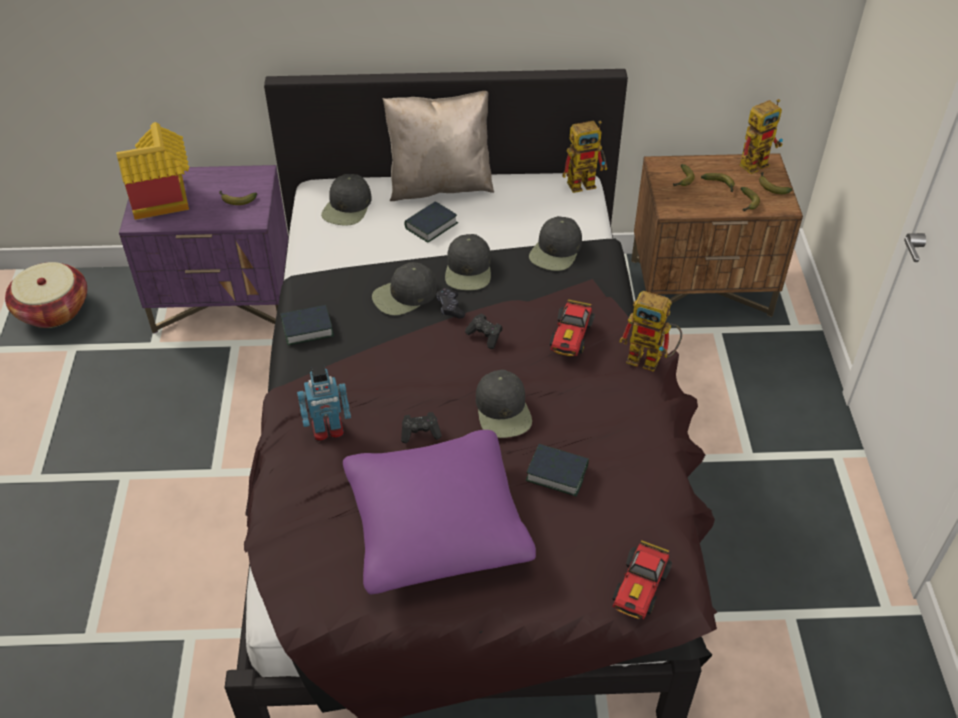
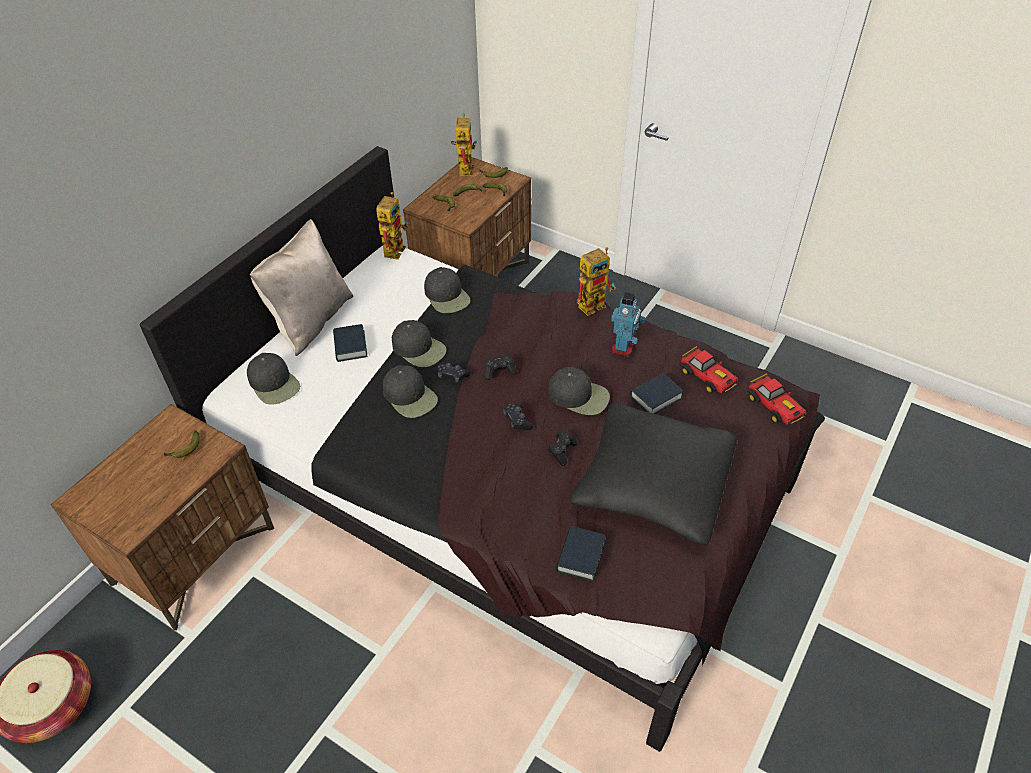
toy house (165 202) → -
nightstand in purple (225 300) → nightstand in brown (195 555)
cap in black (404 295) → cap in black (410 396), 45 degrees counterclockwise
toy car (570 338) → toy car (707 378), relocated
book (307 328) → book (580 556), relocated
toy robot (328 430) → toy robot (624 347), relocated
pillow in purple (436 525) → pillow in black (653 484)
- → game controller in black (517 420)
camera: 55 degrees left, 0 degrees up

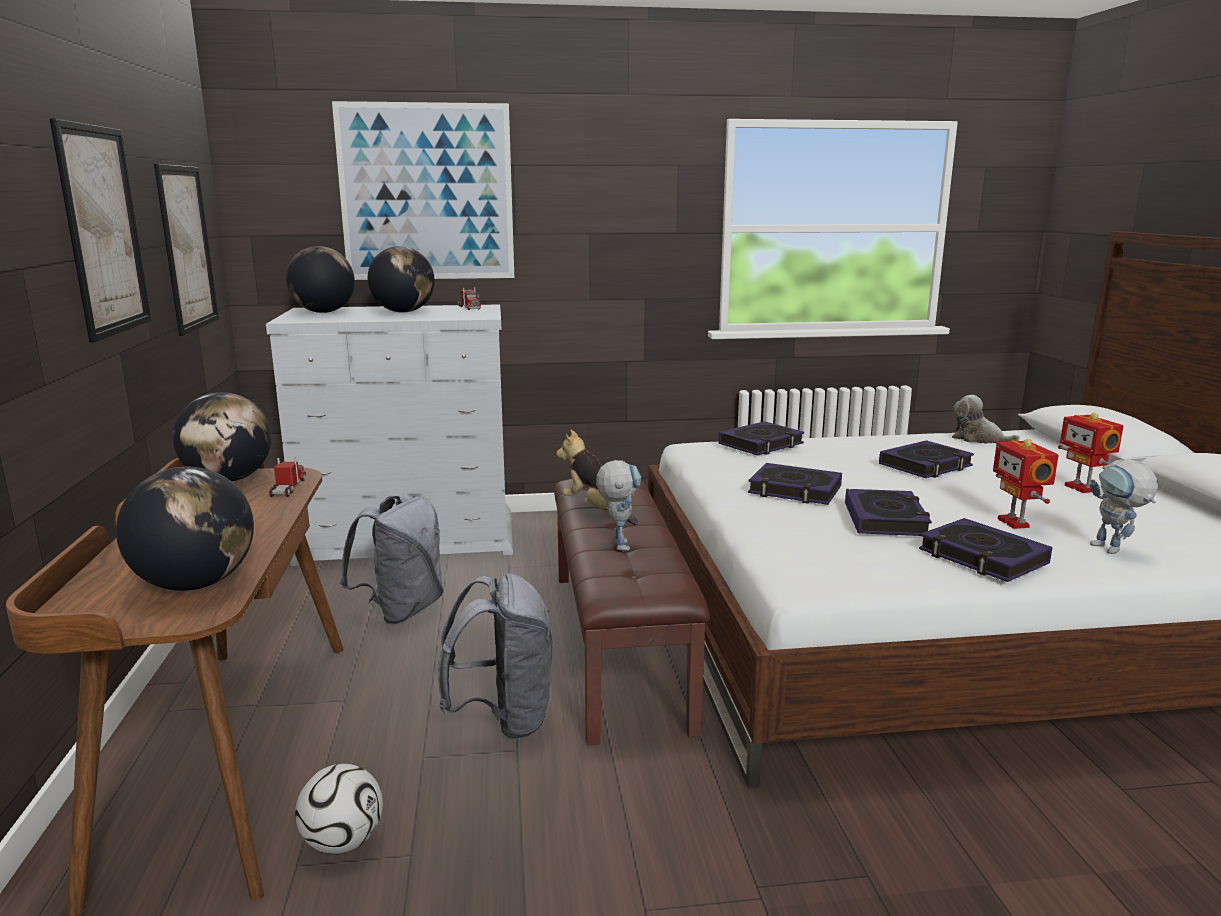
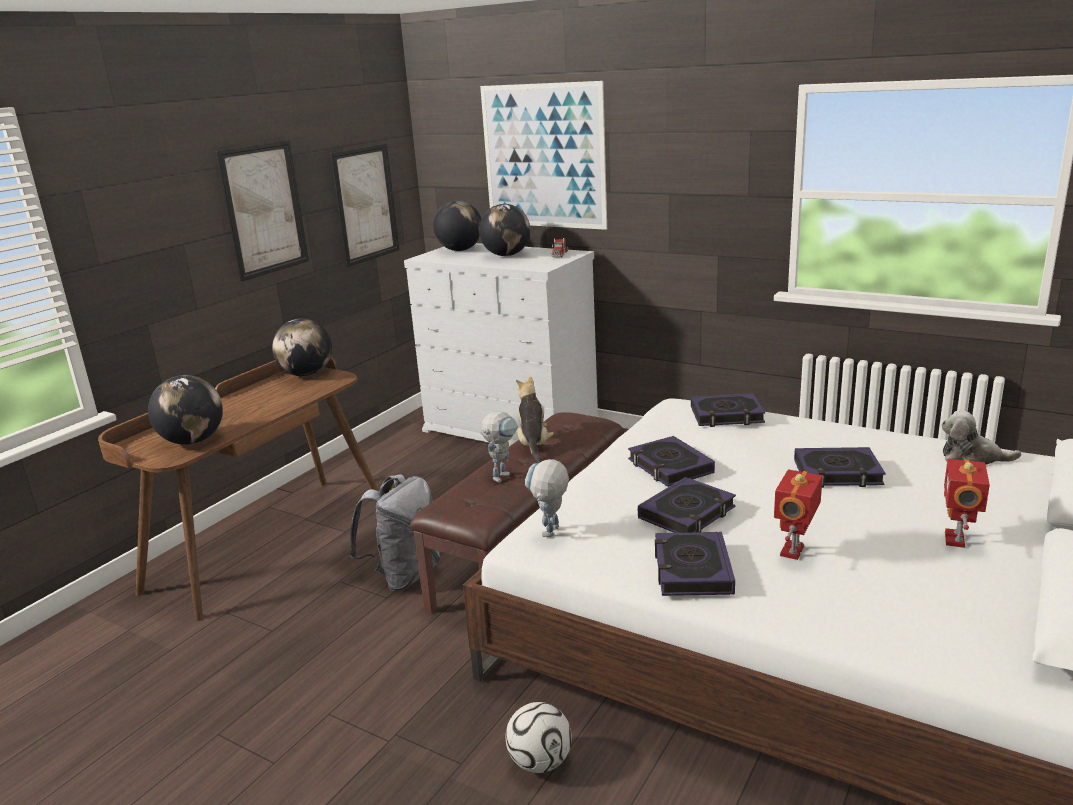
plush toy (978 439) → plush toy (972 457), 60 degrees counterclockwise
toy truck (288 488) → -
toy robot (1113 551) → toy robot (550 535), relocated
backpack in grey (402 610) → -
football (343 841) → football (540 761), relocated
camera: 40 degrees right, 5 degrees up

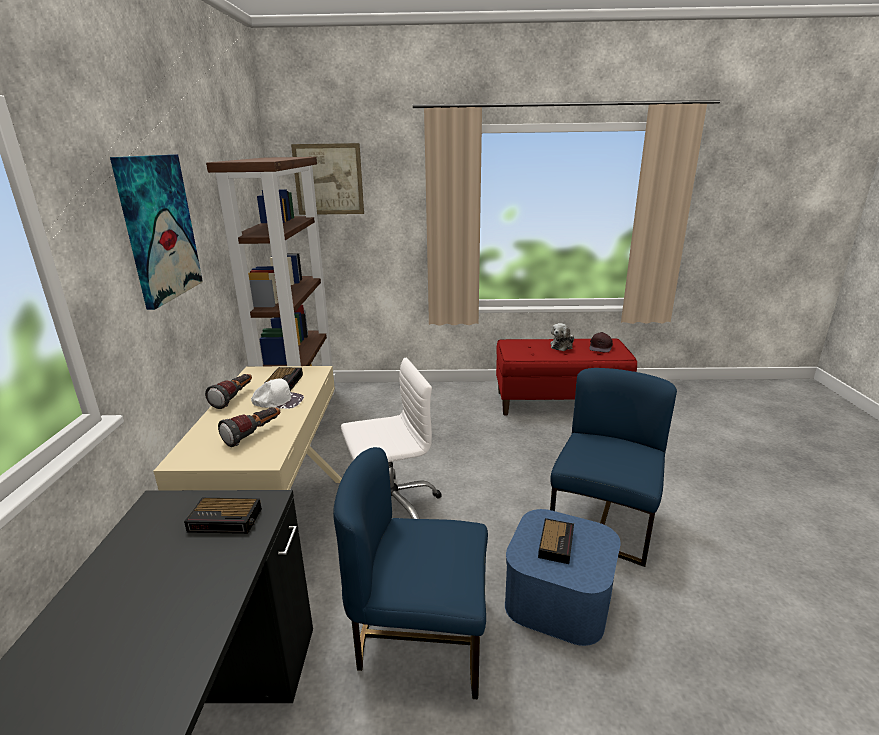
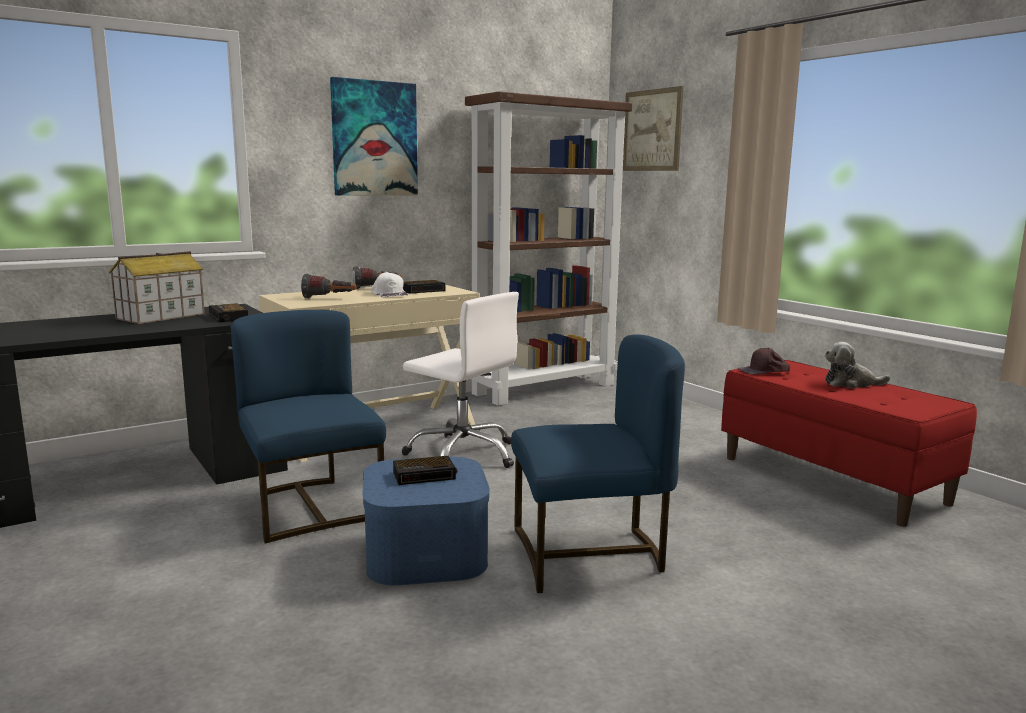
cap in brown (601 347) → cap in brown (764 371), relocated
- → toy house (160 316)
camera: 55 degrees right, 10 degrees down

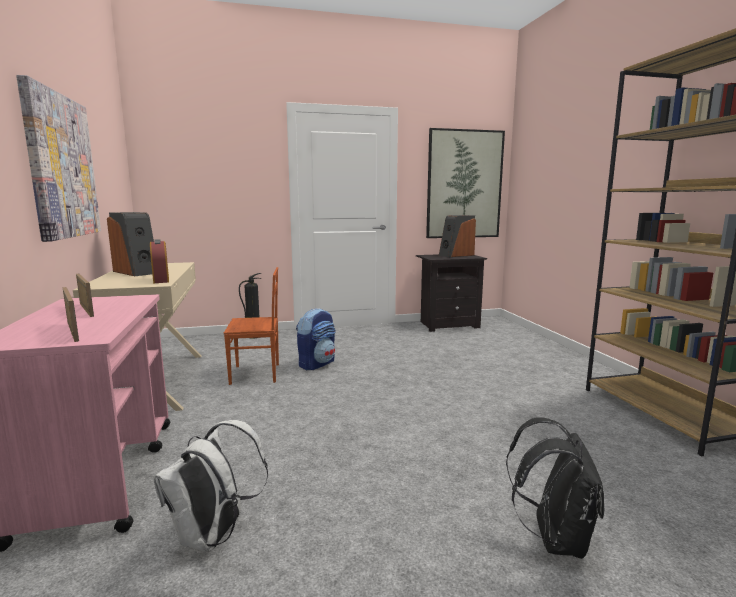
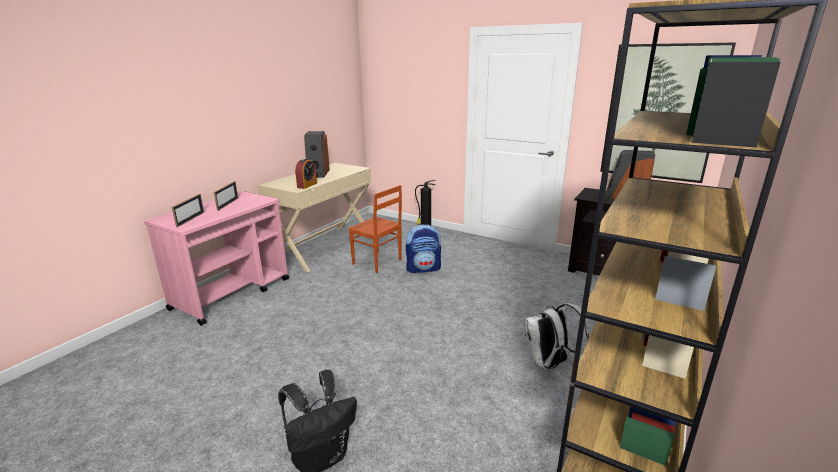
picture (61 166) → -
backpack in white (214 536) → backpack in white (549 363), relocated
camera: 45 degrees right, 10 degrees up

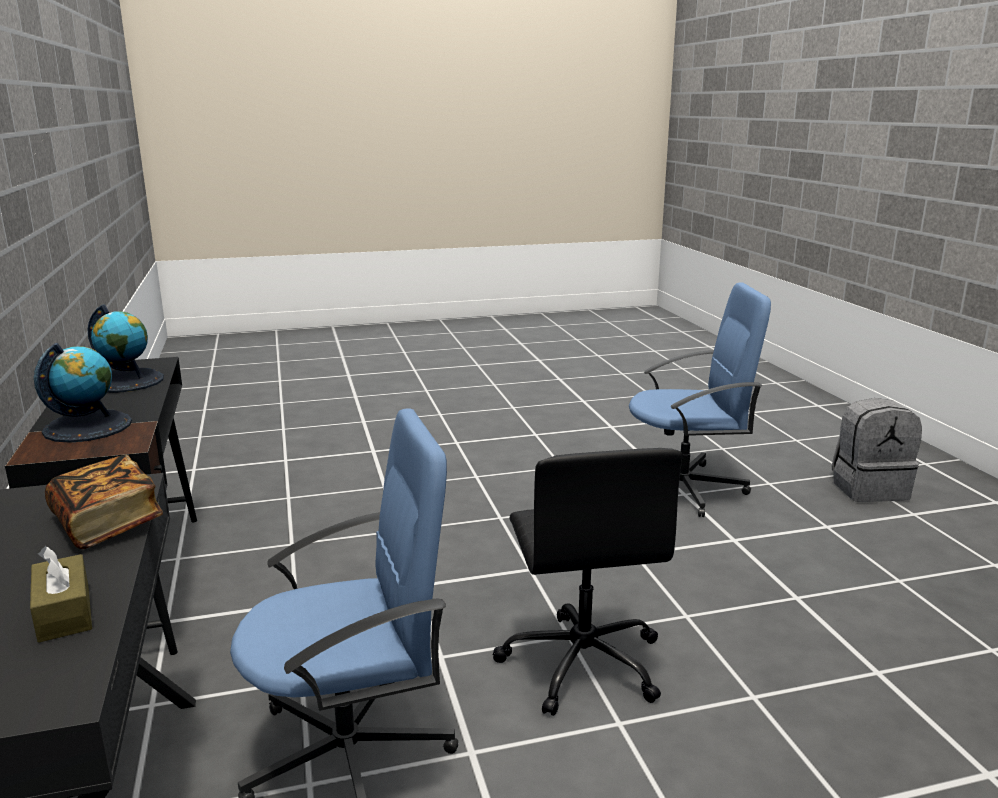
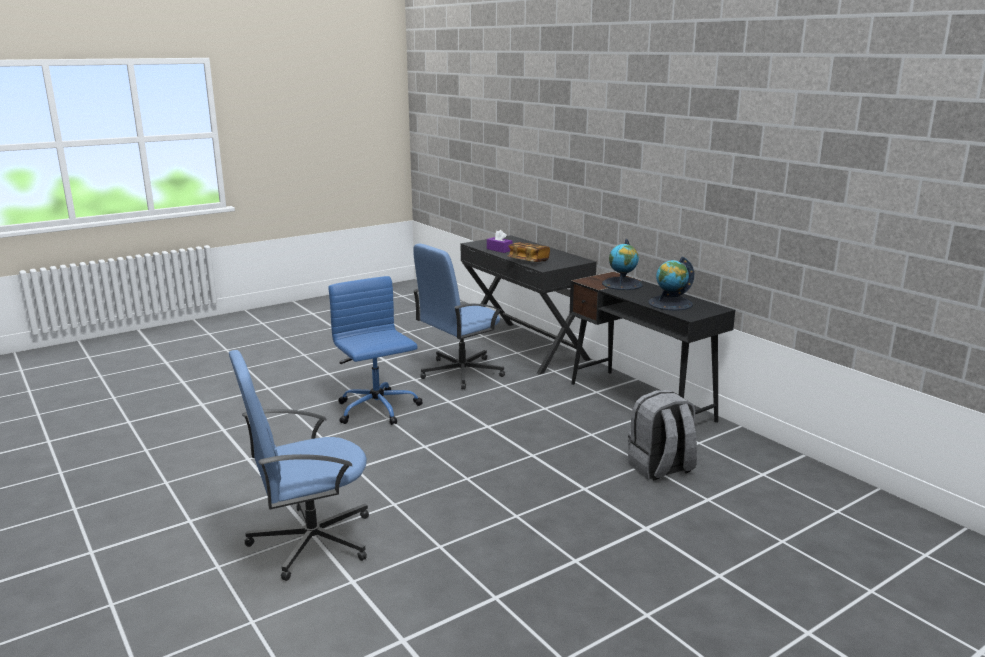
backpack in grey (869 489) → backpack in grey (660 468), relocated
office chair in black (582 662) → office chair in blue (377 410)
tissue box in brown (64 613) → tissue box in purple (499 249)
camera: 160 degrees right, 0 degrees up

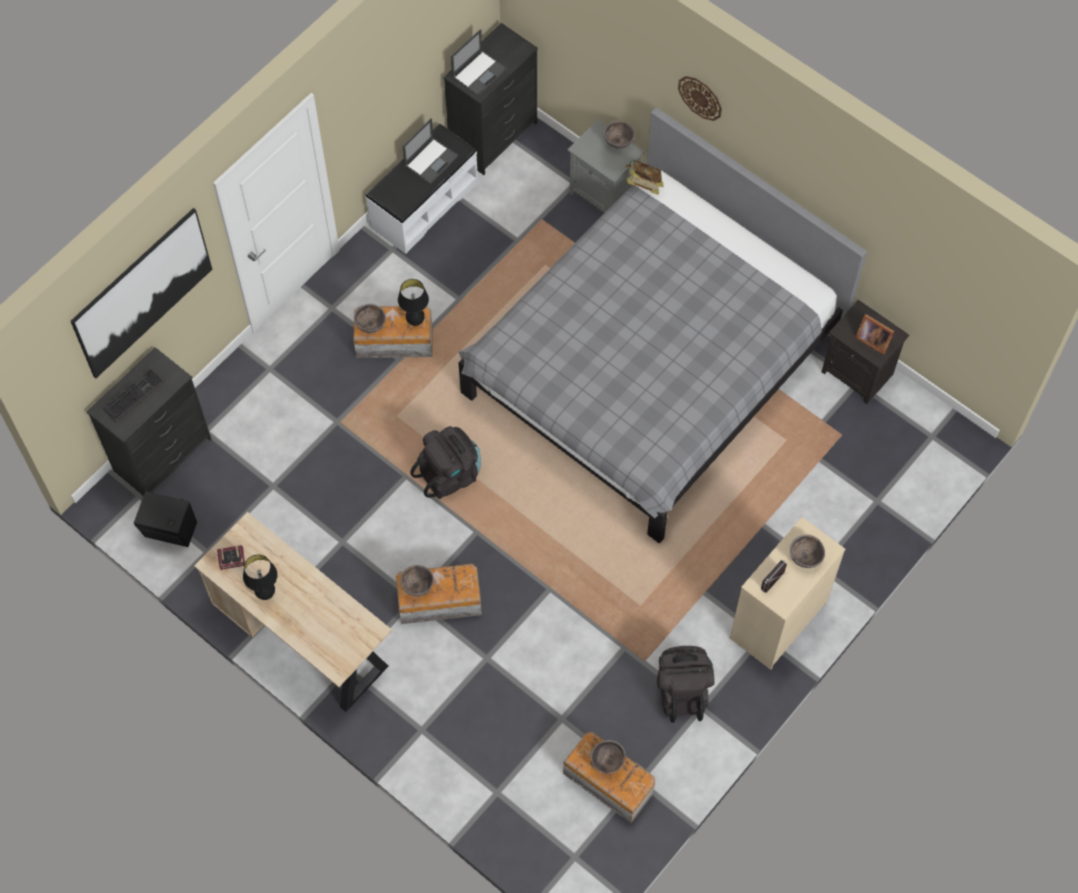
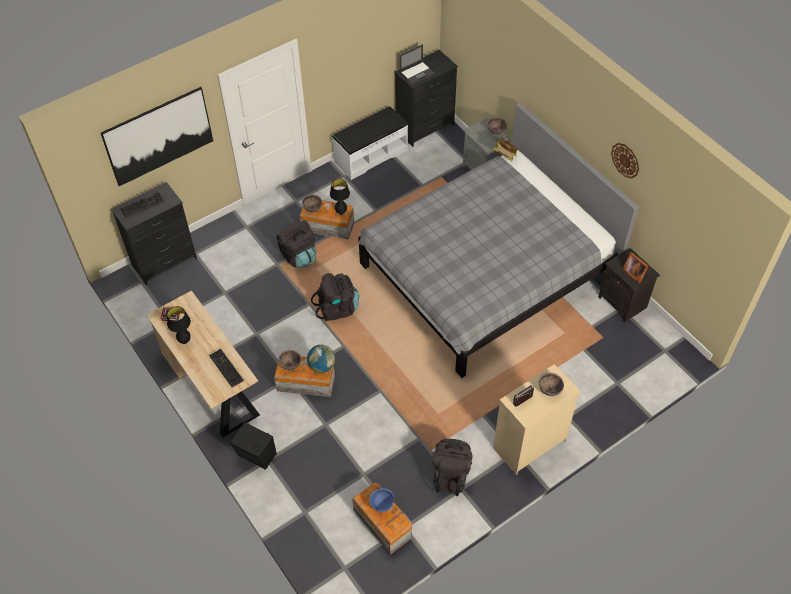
wall clock (700 97) → wall clock (625 160), relocated
laptop (431 160) → -
speaker in black (171 532) → speaker in black (256 456), relocated
bowl in brown (607 762) → bowl in blue (382 505)
- → backpack in black (298 256)
- → globe (322 366)
- → keyboard (225 368)
camera: 15 degrees right, 10 degrees down

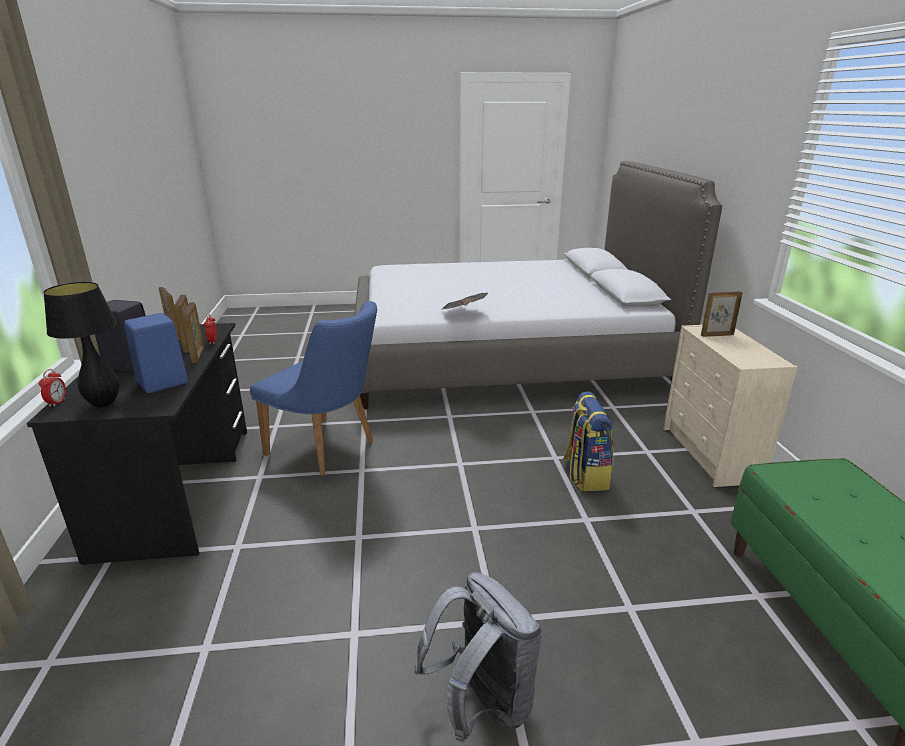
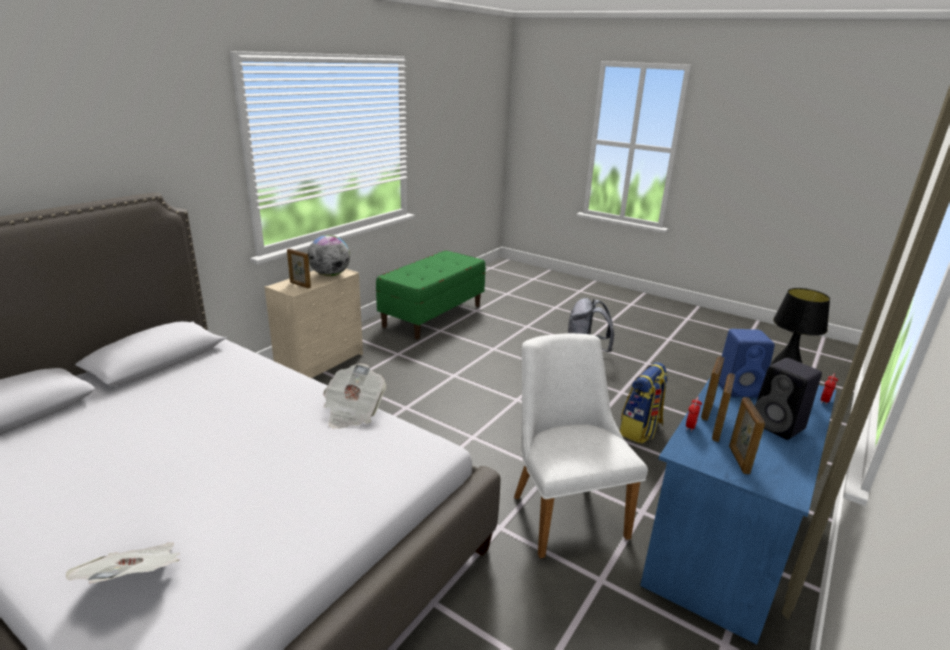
chair in blue (328 449) → chair in white (563 508)
desk in black (178 488) → desk in blue (724 539)
backpack (585 475) → backpack (640 430), relocated
- → globe (330 275)
- → newspaper (136 580)
camera: 140 degrees left, 0 degrees up

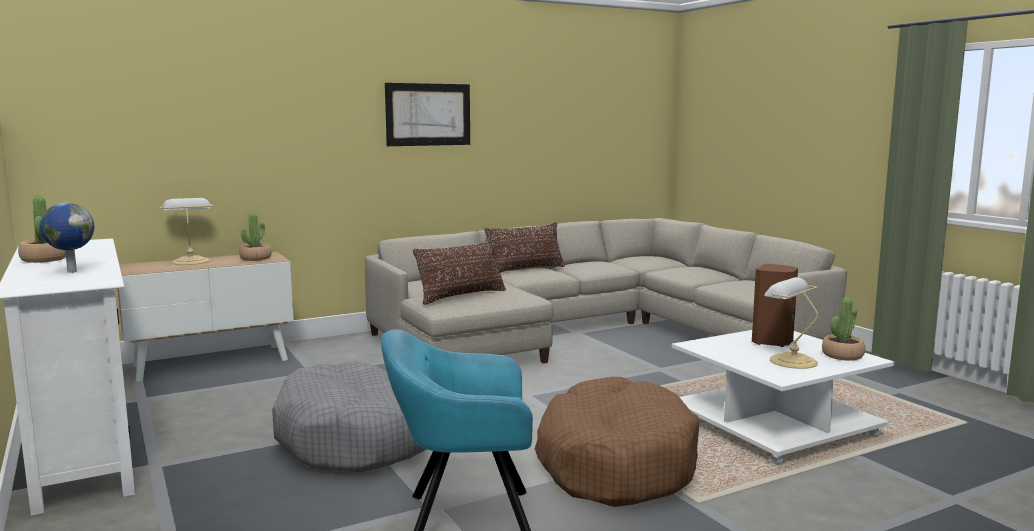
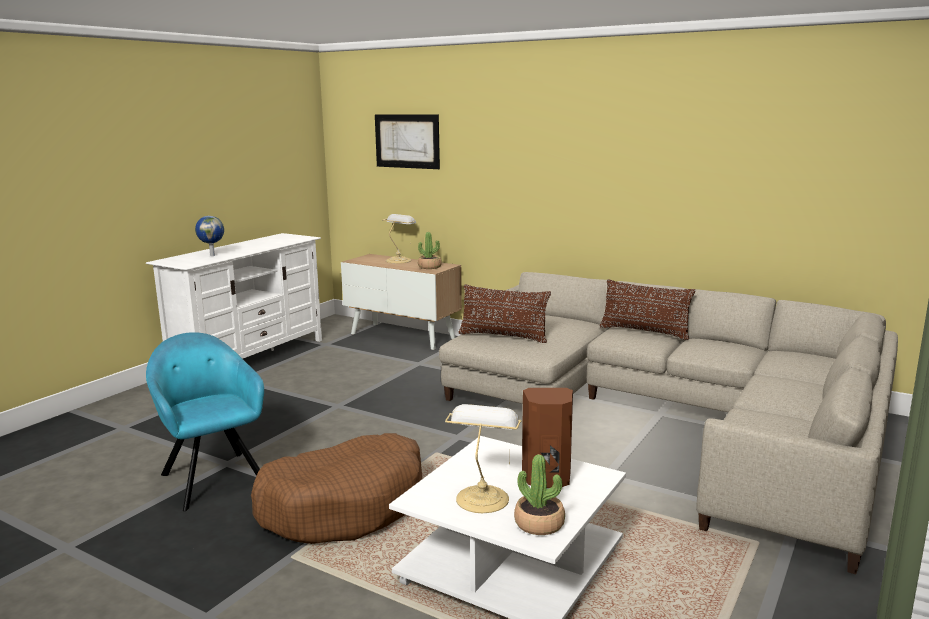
picture (428 114) → picture (407 141), relocated
potted plant (44 259) → -
dog bed in grey (354 439) → -
camera: 60 degrees right, 5 degrees up

